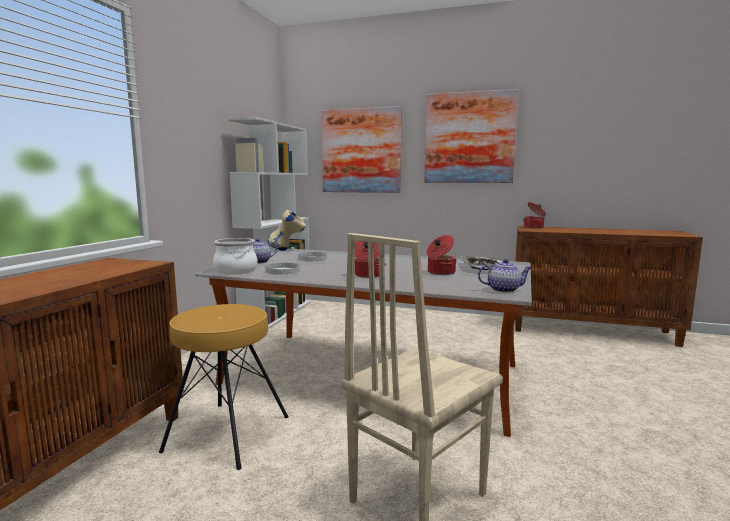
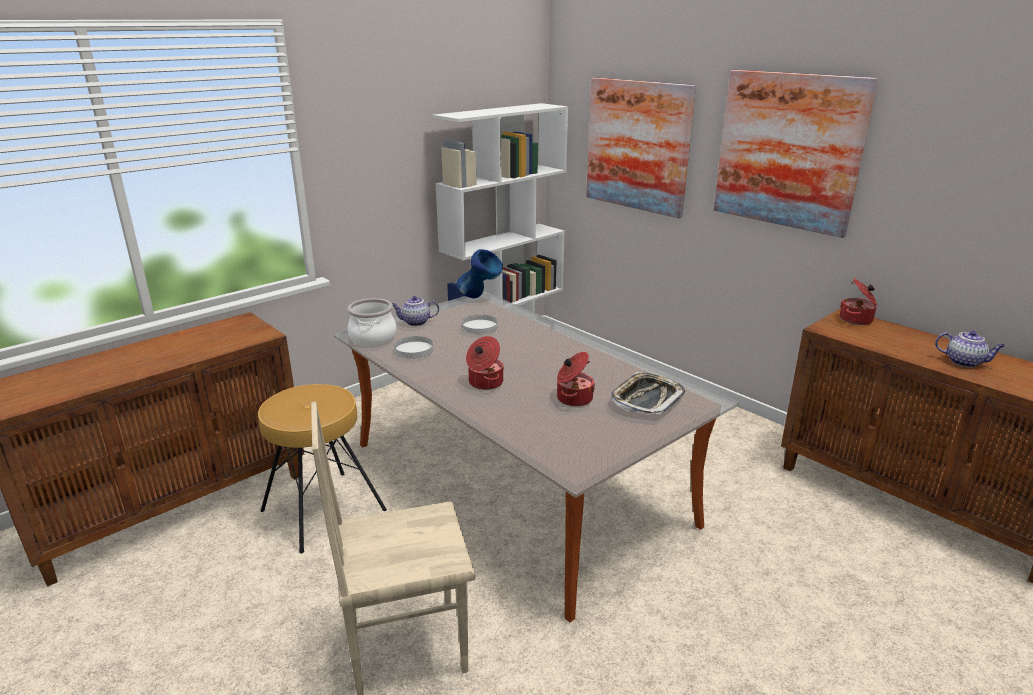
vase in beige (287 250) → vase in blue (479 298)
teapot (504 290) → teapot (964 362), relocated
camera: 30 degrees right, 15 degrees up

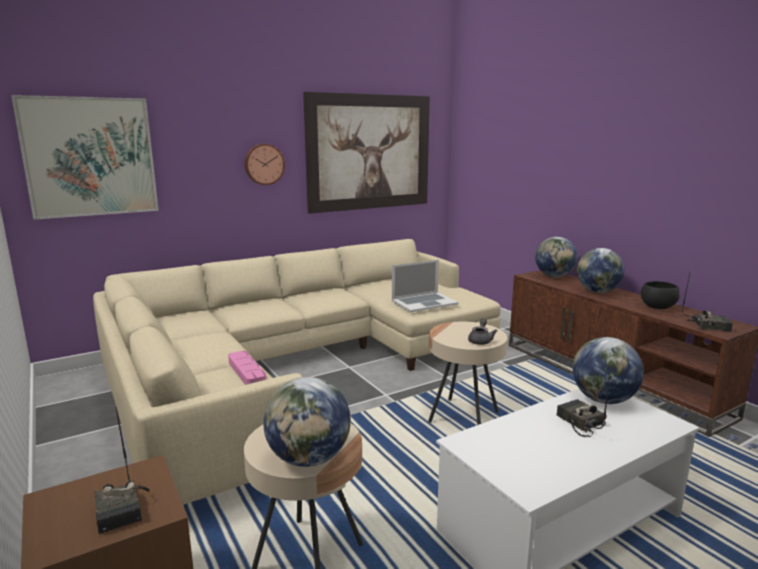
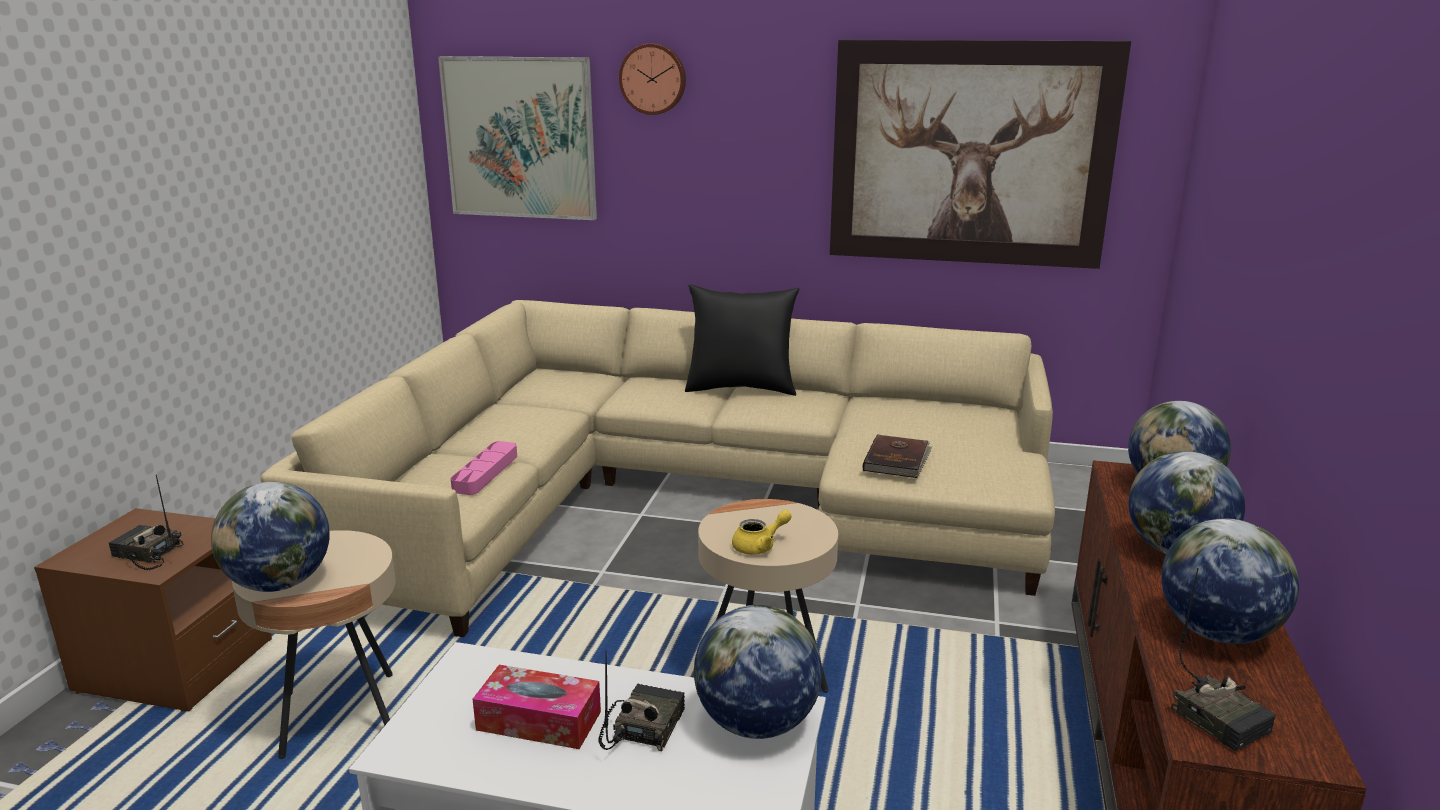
wall clock (264 164) → wall clock (653 79), relocated
laptop (424 302) → book in brown (897 459)
bowl in black (657 307) → globe (1216 632)
teapot in grey (481 340) → teapot in yellow (759 546)
radio (123 510) → radio (146 554), 90 degrees clockwise
- → pillow in black (741 388)
- → tissue box (539 721)
camera: 45 degrees right, 5 degrees up

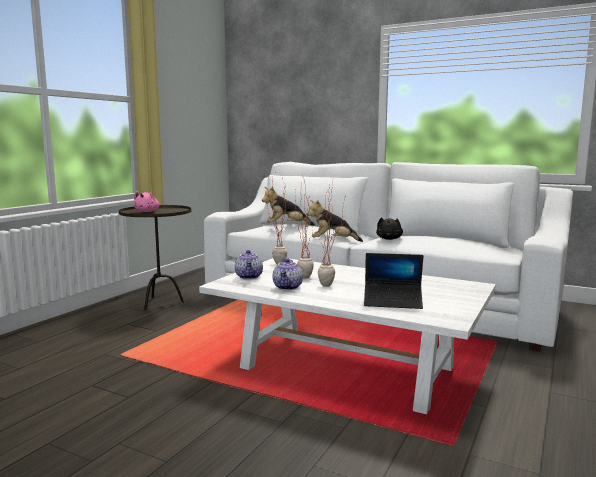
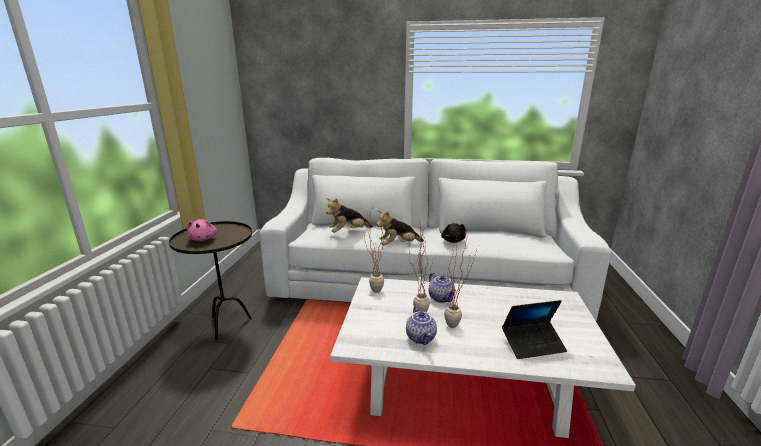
teapot (249 277) → teapot (441 298), relocated
camera: 20 degrees left, 10 degrees up

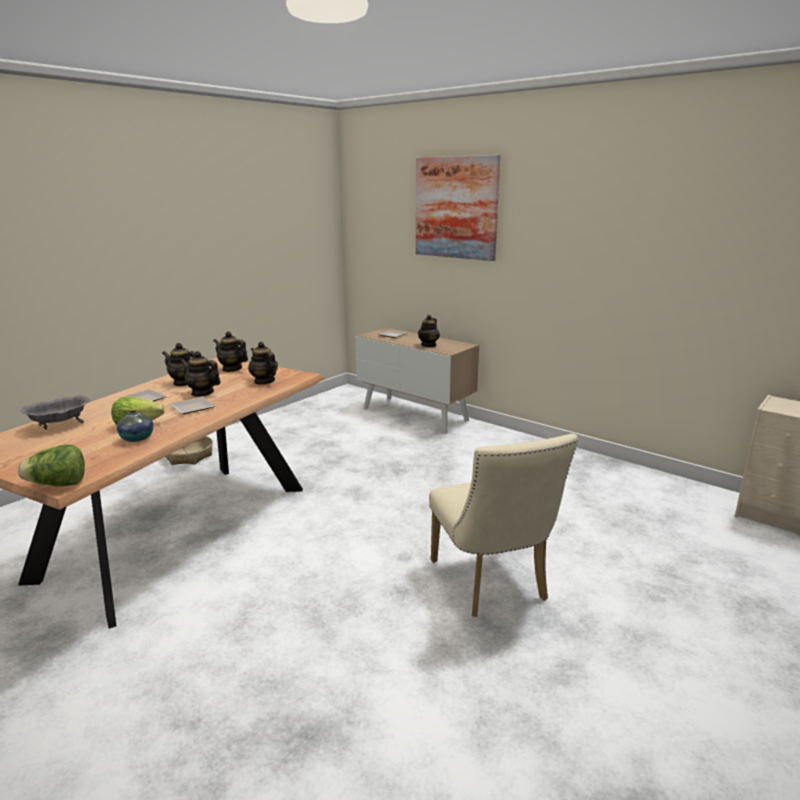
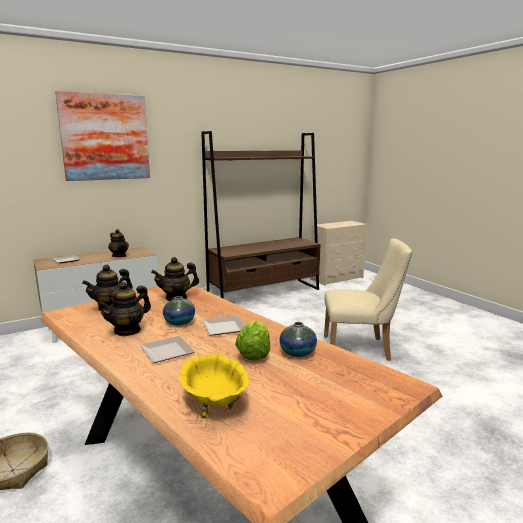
teapot (202 393) → vase (179 323)
bowl in grey (60 425) → bowl in yellow (215 402)
lettuce (58 485) → -
- → bookcase in brown (265 293)
camera: 70 degrees left, 5 degrees down

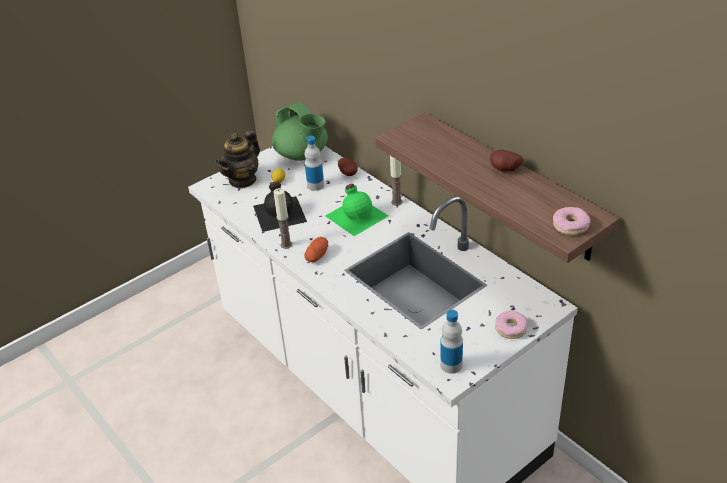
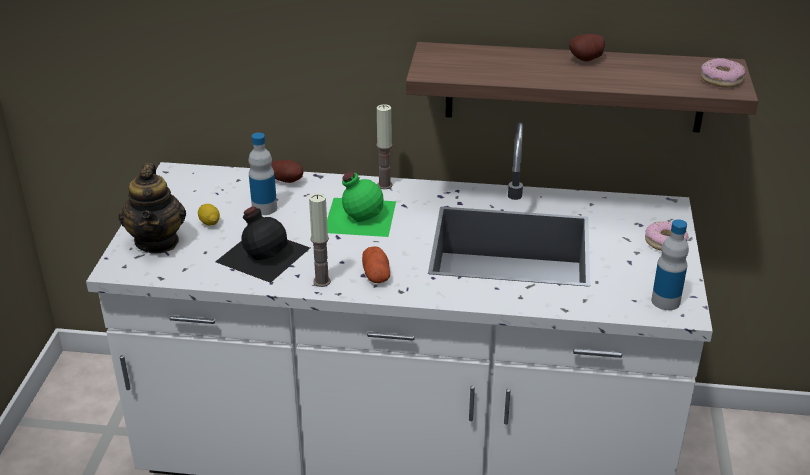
teapot in green (302 155) → -
camera: 45 degrees left, 5 degrees down

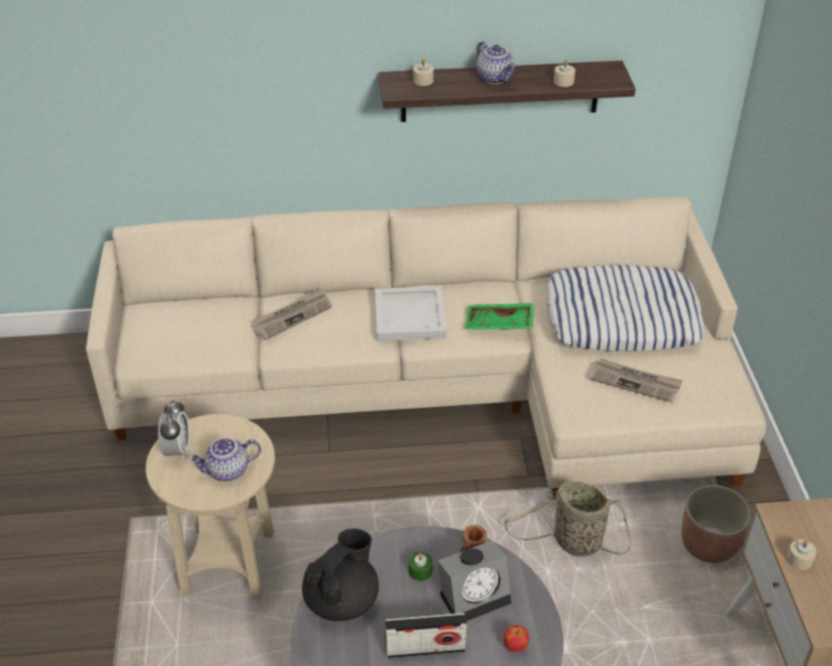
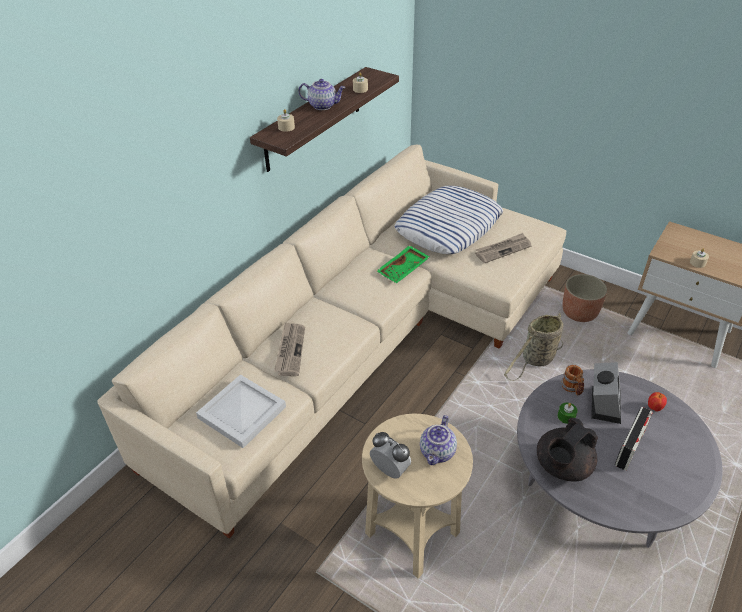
tray in white (408 317) → tray in white (242 413), relocated
teapot in black (342 599) → teapot in black (562 466), 120 degrees counterclockwise
camera: 50 degrees left, 0 degrees up

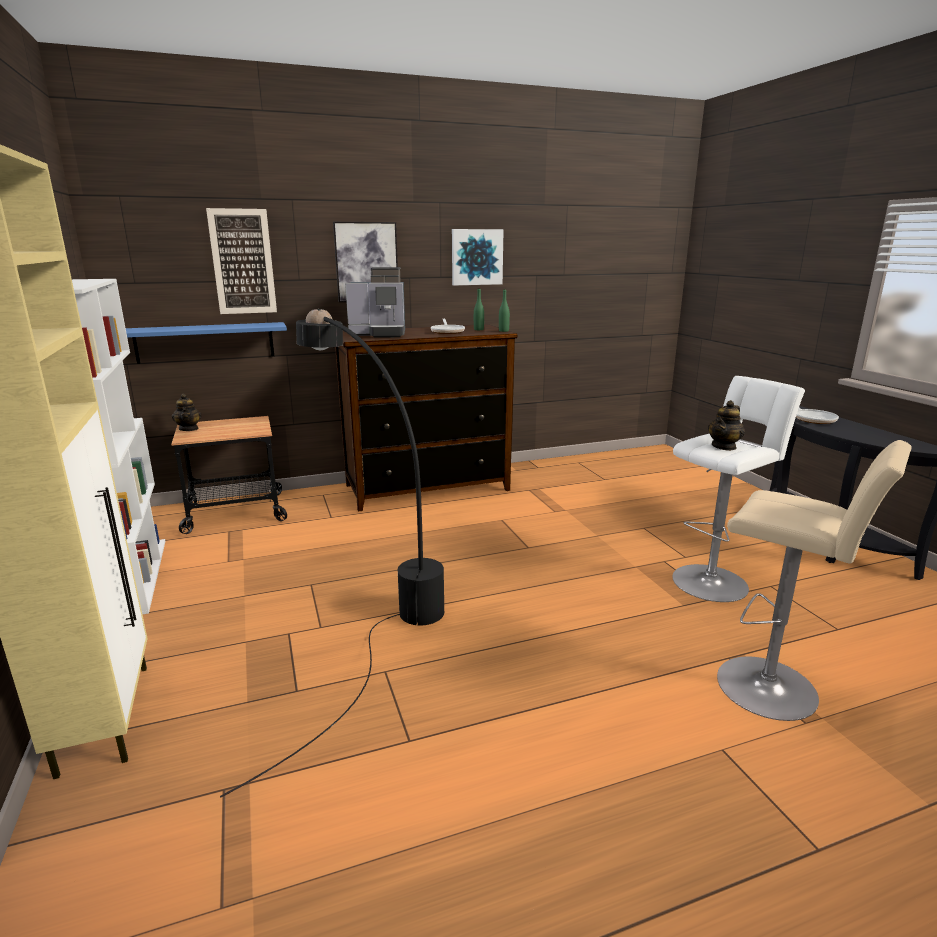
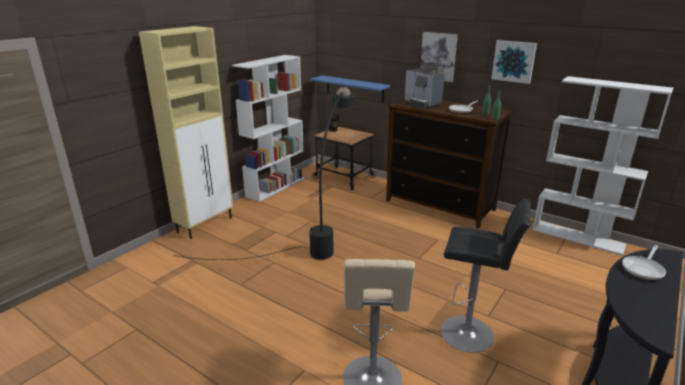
picture (243 262) → -
stool in white (713 580) → stool in black (471 334)
teapot (724 446) → -
- → bookcase in white (578 237)
camera: 55 degrees right, 5 degrees up

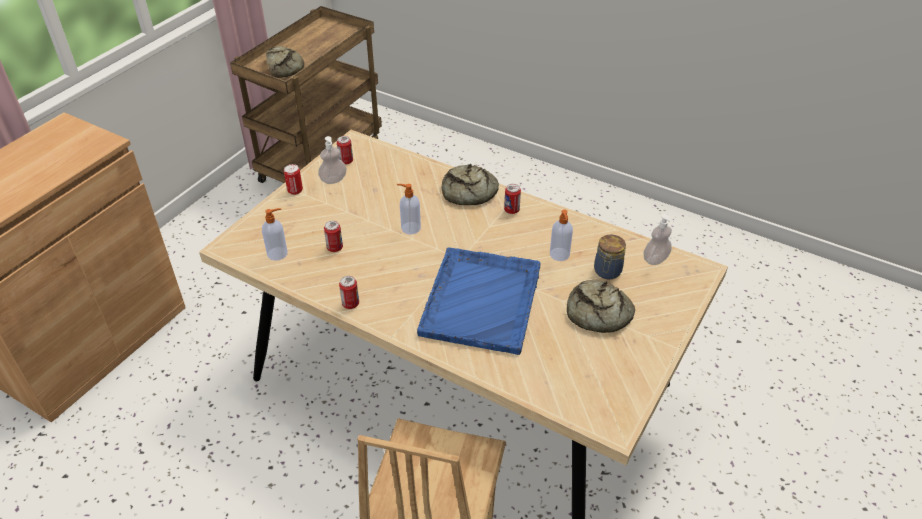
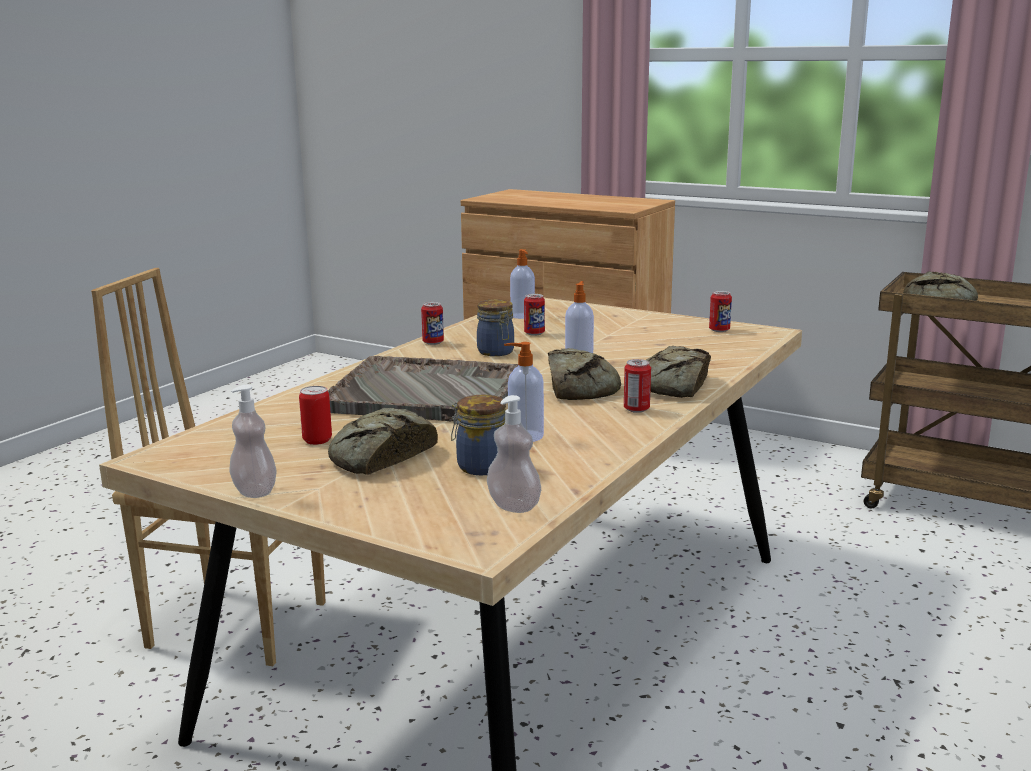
soap dispenser (333 180) → soap dispenser (255 491), relocated
can (295 190) → can (317 440), relocated
tray in blue (482 300) → tray in grey (427 394)
- → jar (496 352)
- → bread (579 387)
camera: 90 degrees right, 25 degrees down

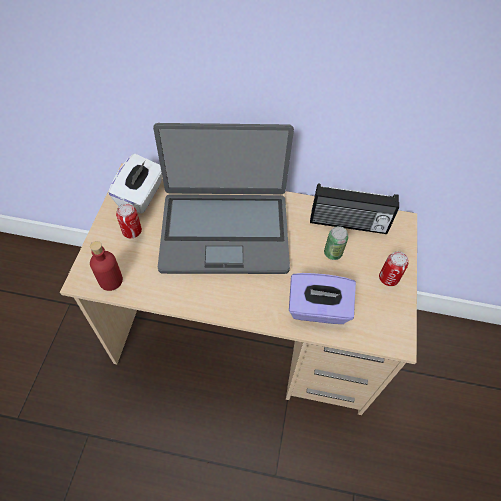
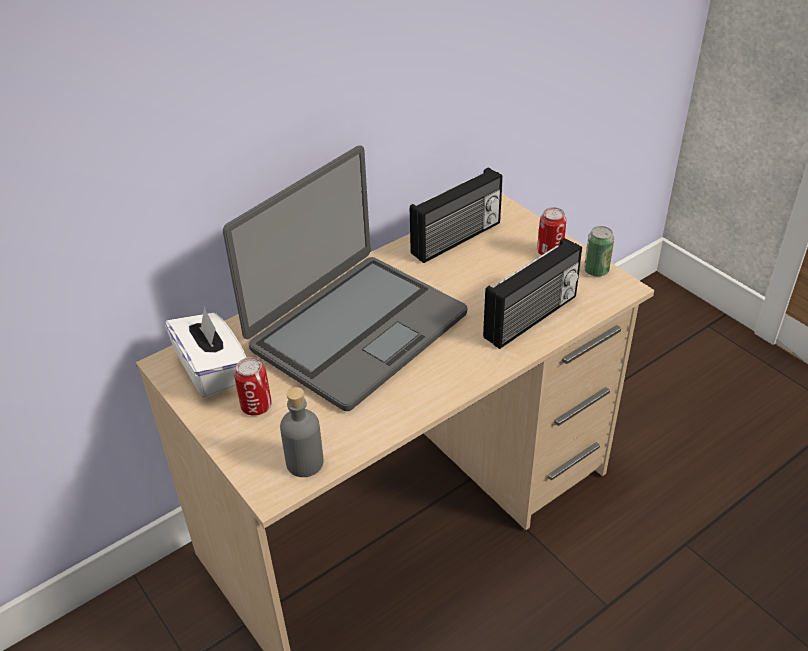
can (332 253) → can (596 270), relocated
bottle in red (111 280) → bottle in grey (305 463)
tissue box in purple (318 309) → radio (532 318)
camera: 45 degrees left, 15 degrees down

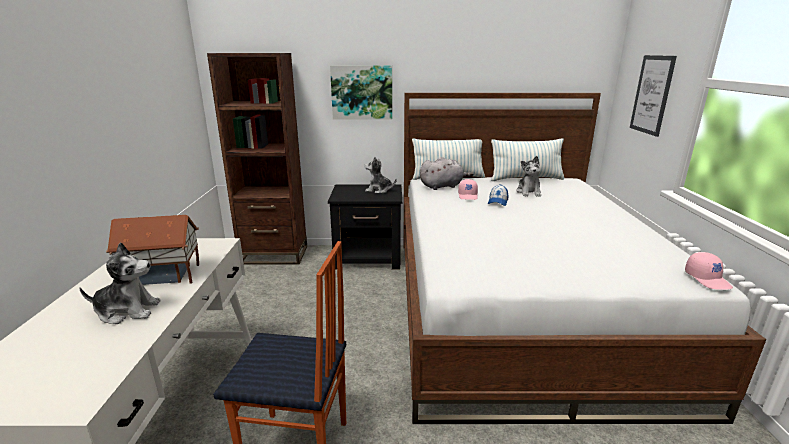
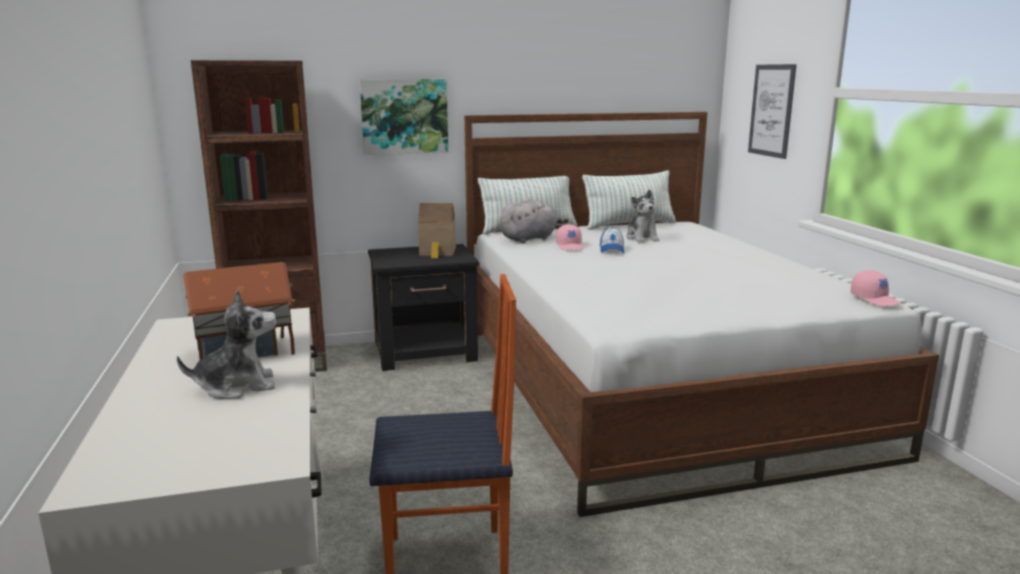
plush toy (379 190) → toy house (438 252)
camera: 15 degrees left, 5 degrees down

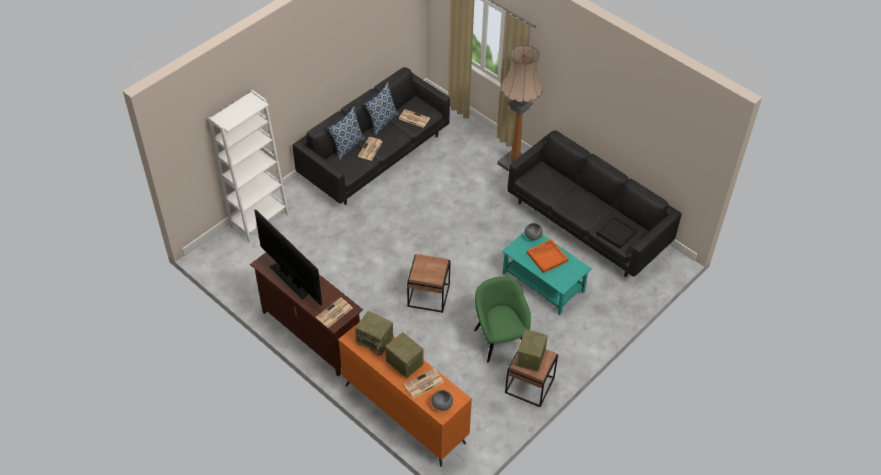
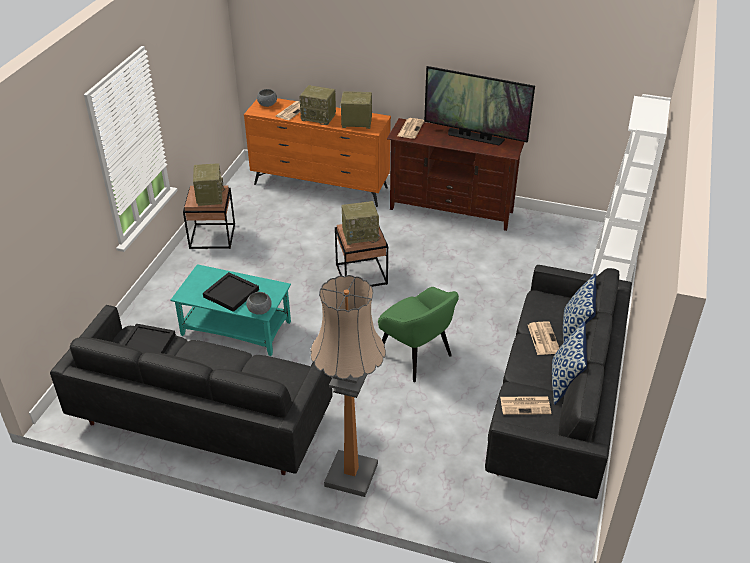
tray in orange (547 257) → tray in black (231 294)
armchair in green (499 339) → armchair in green (415 356), relocated
- → radio (361 235)
camera: 155 degrees right, 10 degrees down

